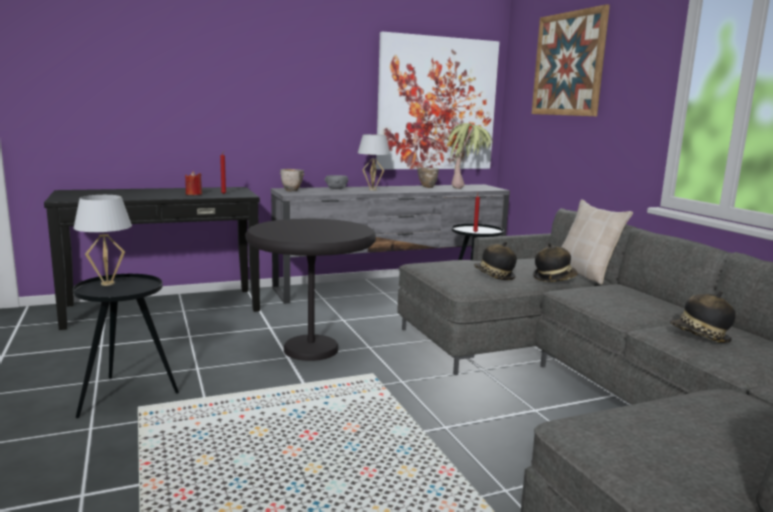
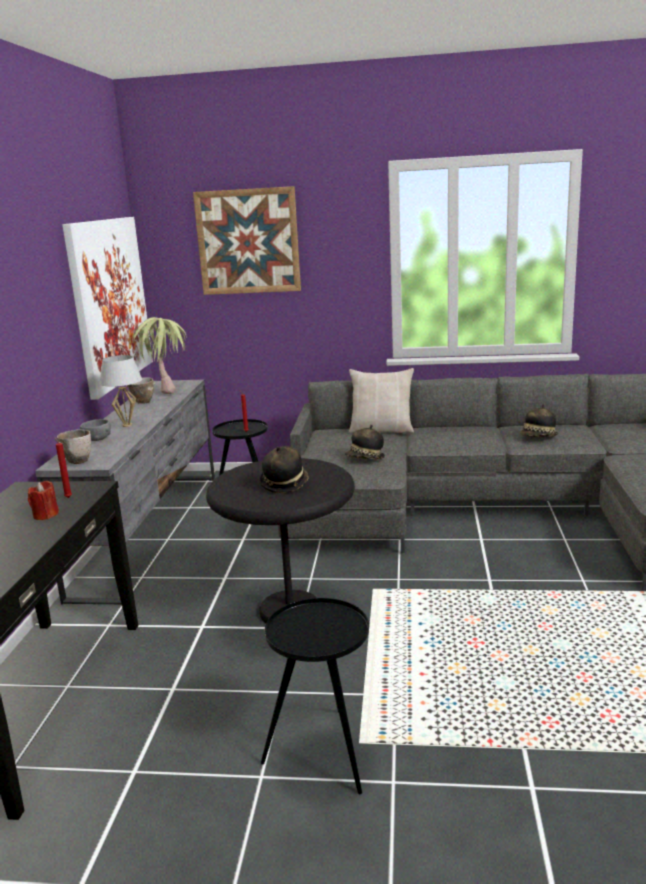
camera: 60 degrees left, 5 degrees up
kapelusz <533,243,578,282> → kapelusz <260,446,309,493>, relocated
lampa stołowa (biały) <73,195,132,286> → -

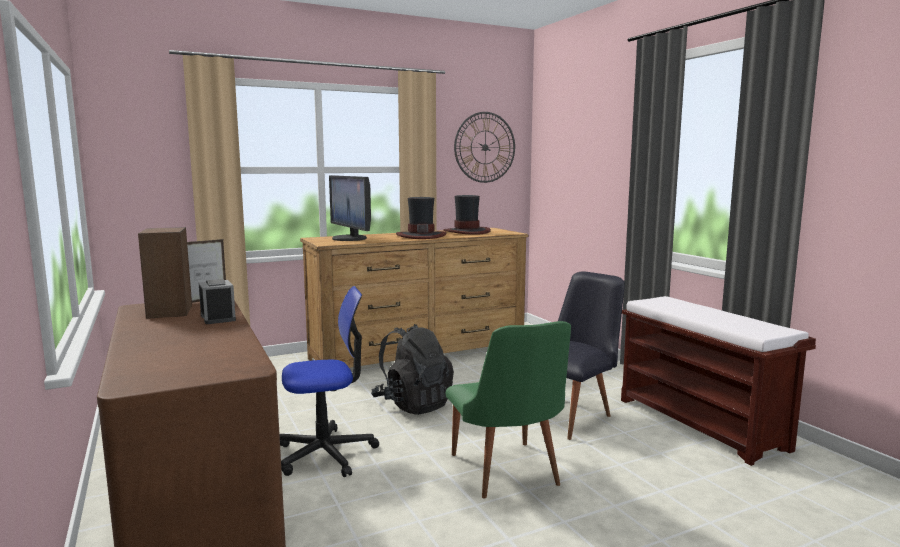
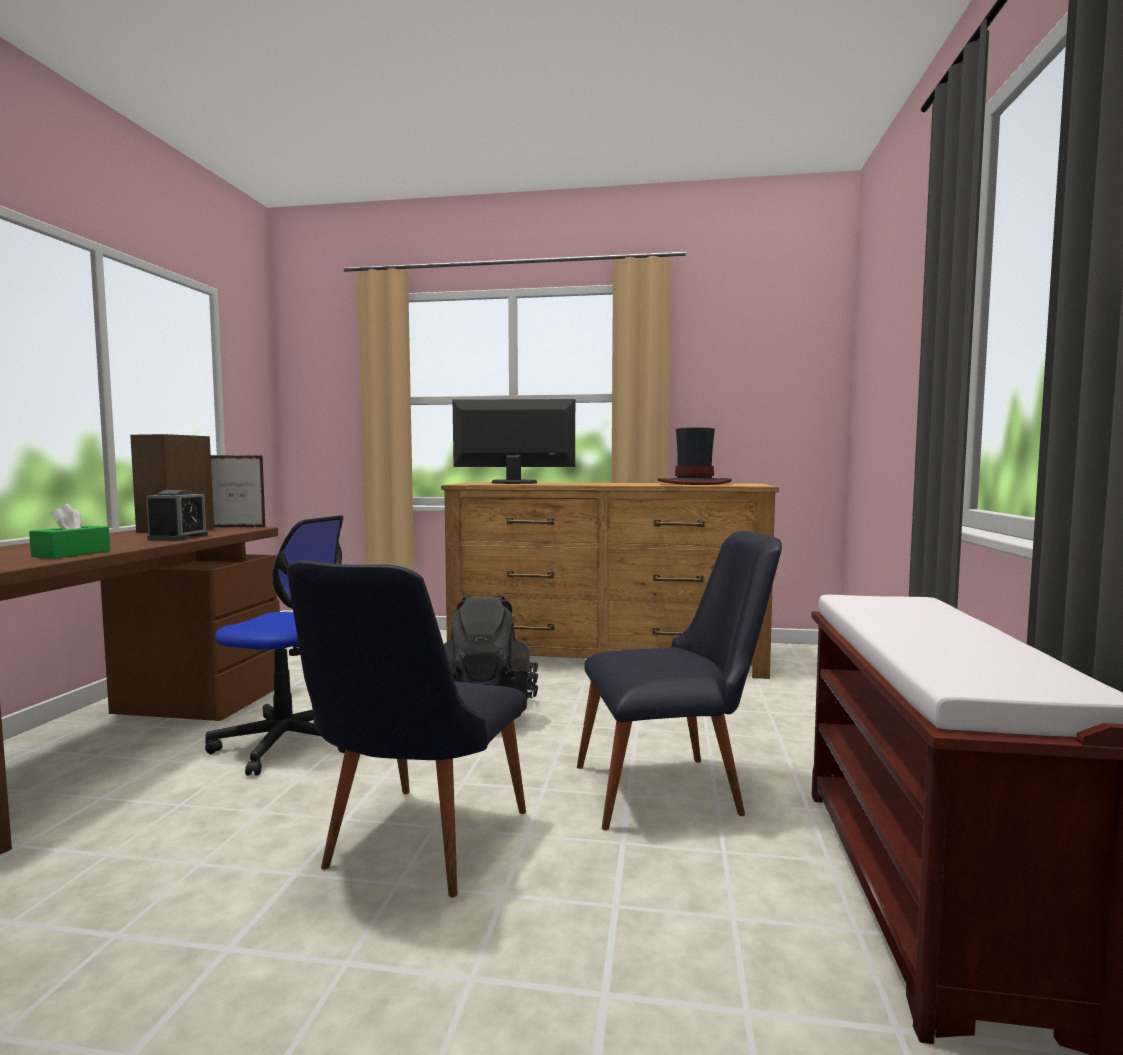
camera: 35 degrees right, 5 degrees down
- → pudełko chusteczek (zielony) <29,504,110,558>
krzesło (zielony) <446,321,571,499> → krzesło (czarny) <287,560,527,898>
monitor <329,175,371,241> → monitor <453,399,575,484>, 90 degrees clockwise
kapelusz <396,197,446,239> → -
zegar ścienny <454,112,515,183> → -

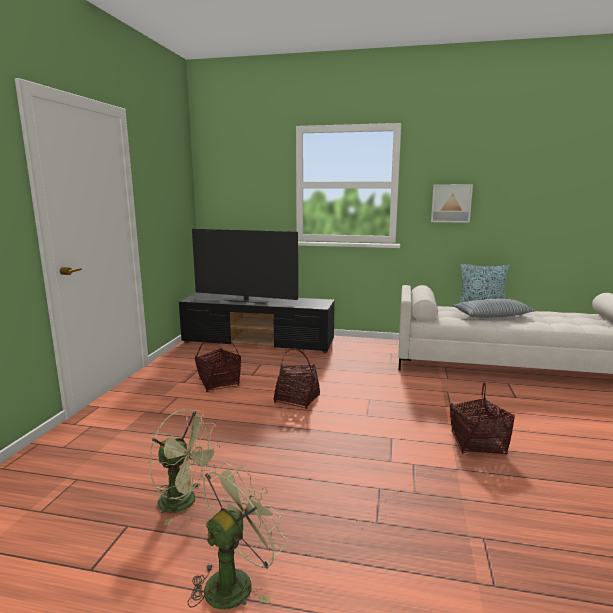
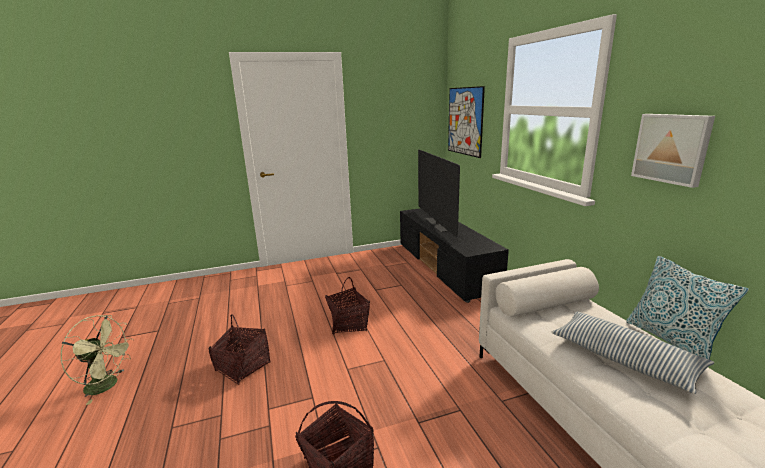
camera: 60 degrees right, 5 degrees up
koszyk <195,337,241,392> → koszyk <208,314,270,385>, relocated
- → obraz <448,86,485,158>
wentylator (zielony) <149,409,220,525> → -

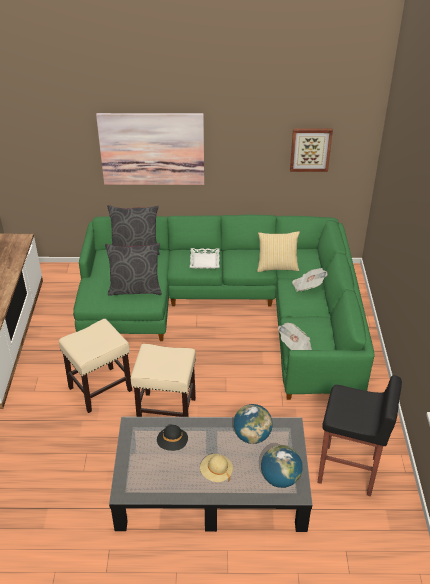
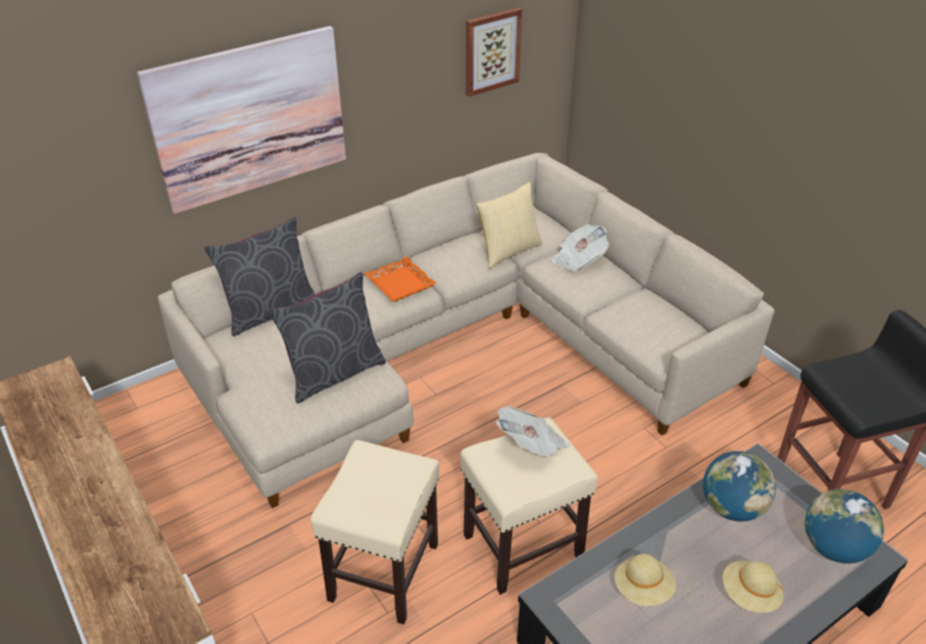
camera: 35 degrees left, 0 degrees up
kanapa (zielony) <73,215,374,400> → kanapa (beżowy) <158,153,775,508>
taca (biały) <190,248,220,269> → taca (pomarańczowy) <364,257,436,302>
gazeta <278,323,312,350> → gazeta <496,406,570,458>, relocated
kapelusz (czarny) <157,425,188,451> → kapelusz (beżowy) <614,554,676,606>

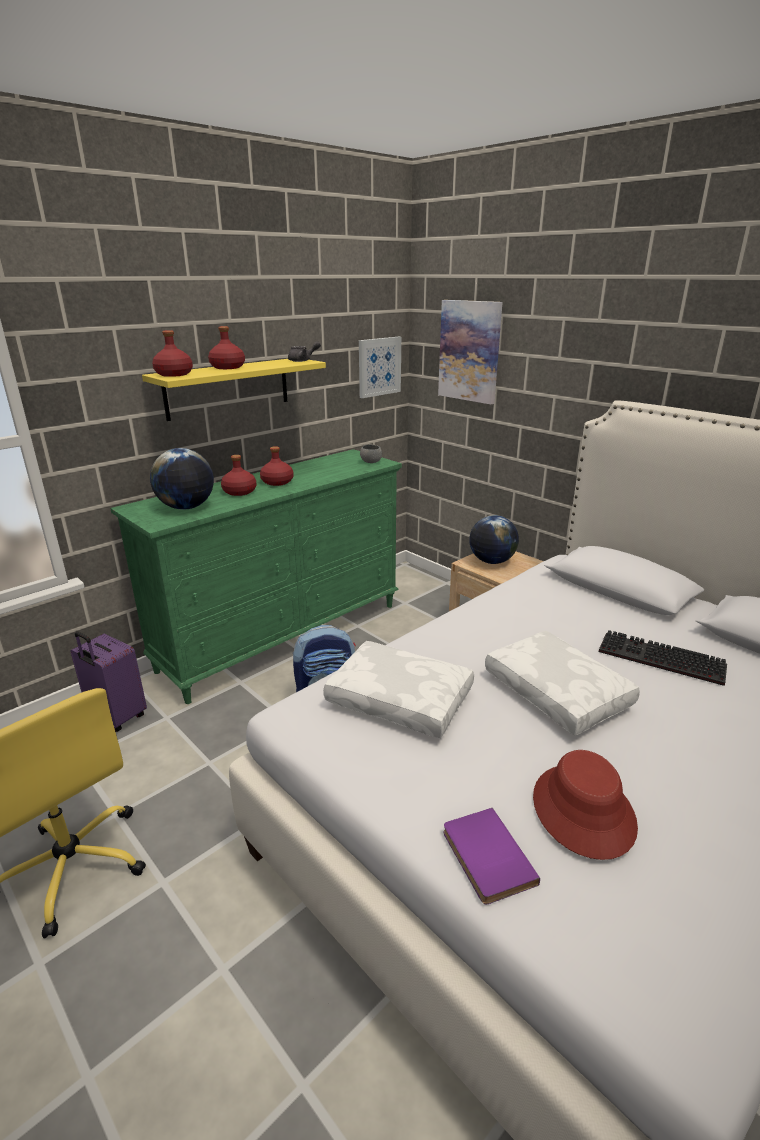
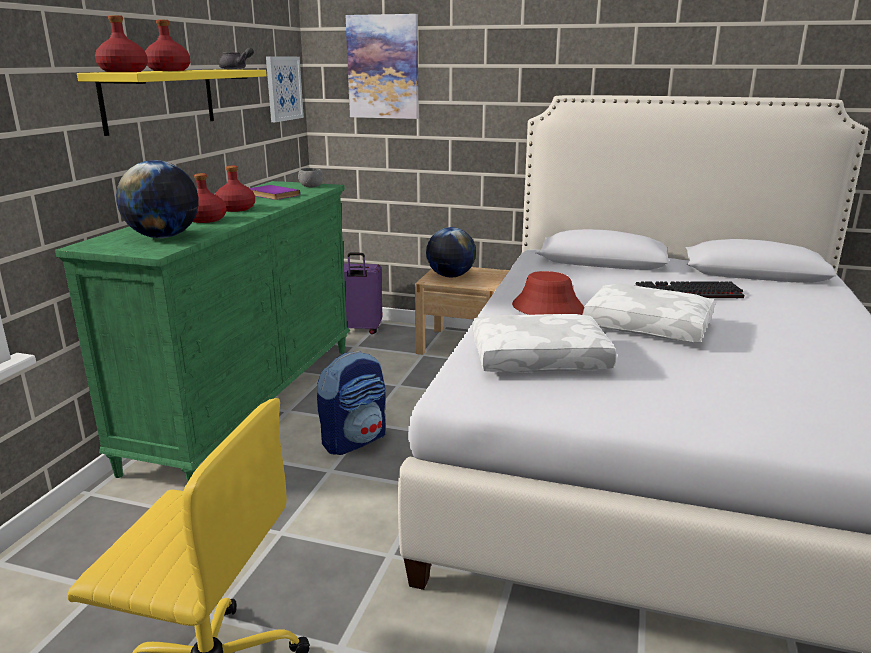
camera: 30 degrees left, 5 degrees down
książka (fioletowy) <443,808,540,905> → książka (fioletowy) <250,185,300,200>, relocated
walizka (fioletowy) <70,632,147,732> → walizka (fioletowy) <344,252,383,334>, relocated
kapelusz (czerwony) <533,750,638,860> → kapelusz (czerwony) <512,271,584,315>, relocated

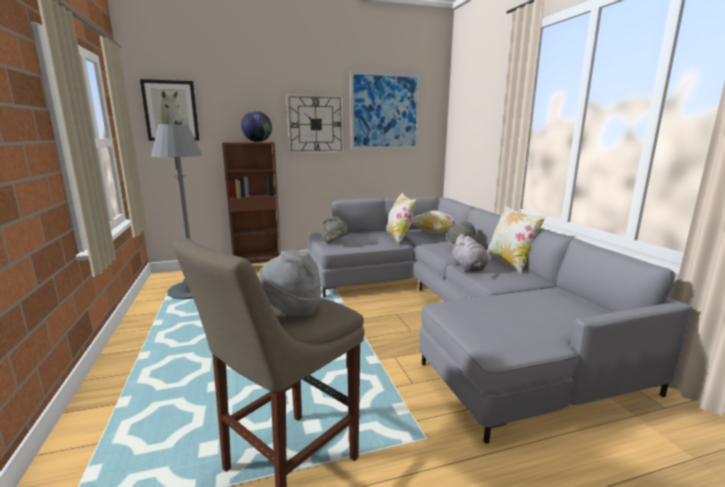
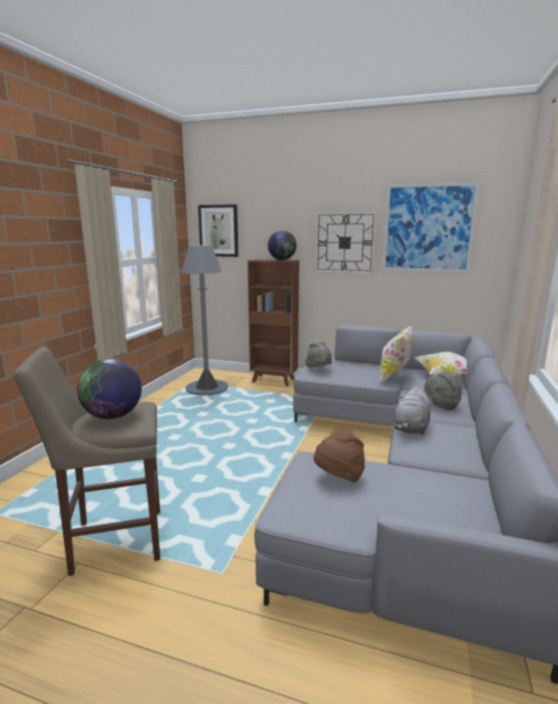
camera: 35 degrees right, 0 degrees up
kapelusz (szary) <258,250,321,316> → globus <77,359,142,419>
- → kapelusz (brązowy) <314,429,365,482>
poduszka <487,206,546,273> → -

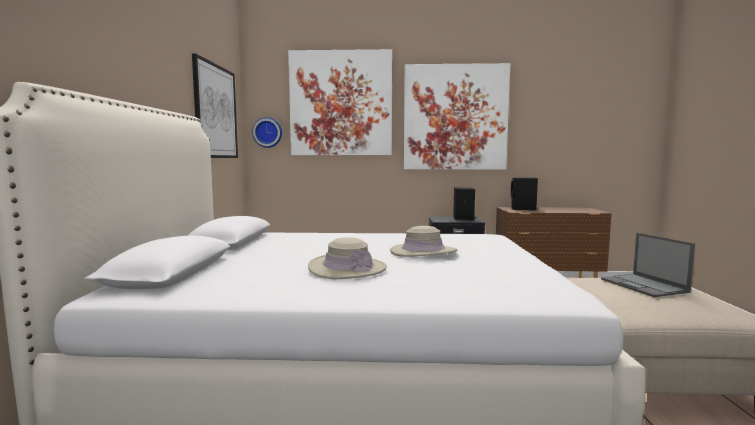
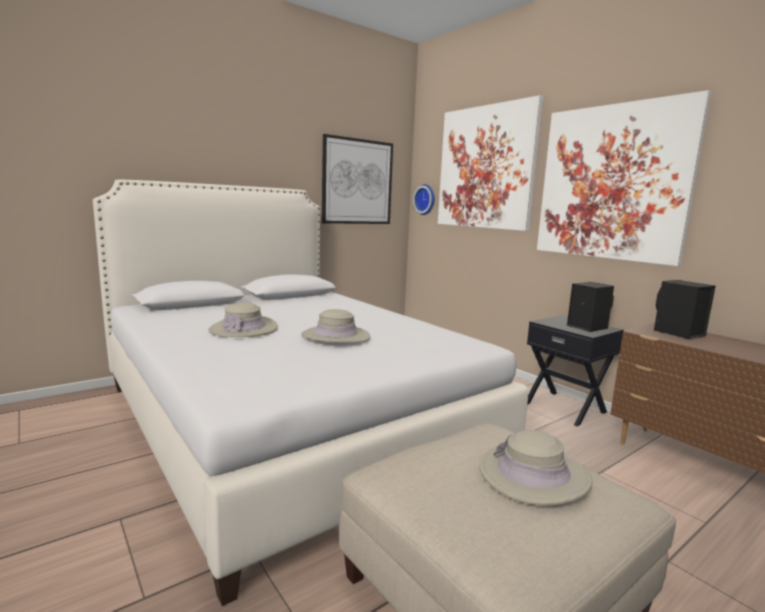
camera: 50 degrees right, 5 degrees up
laptop <601,233,695,297> → kapelusz (beżowy) <479,430,593,505>

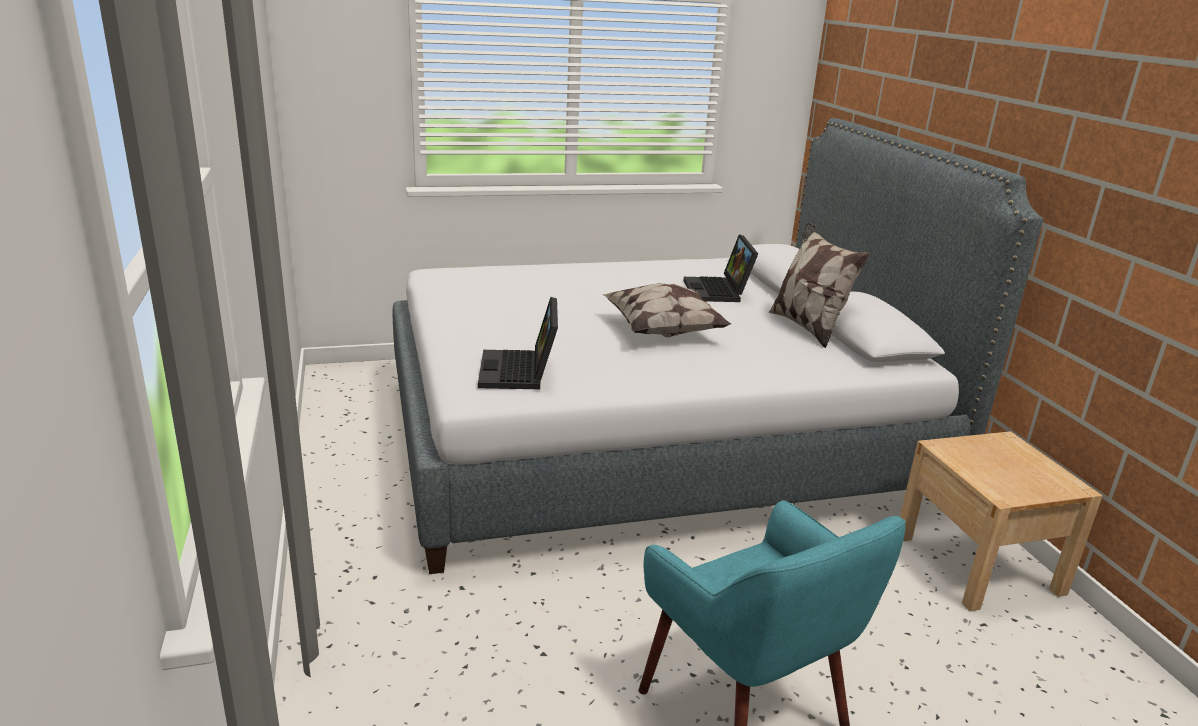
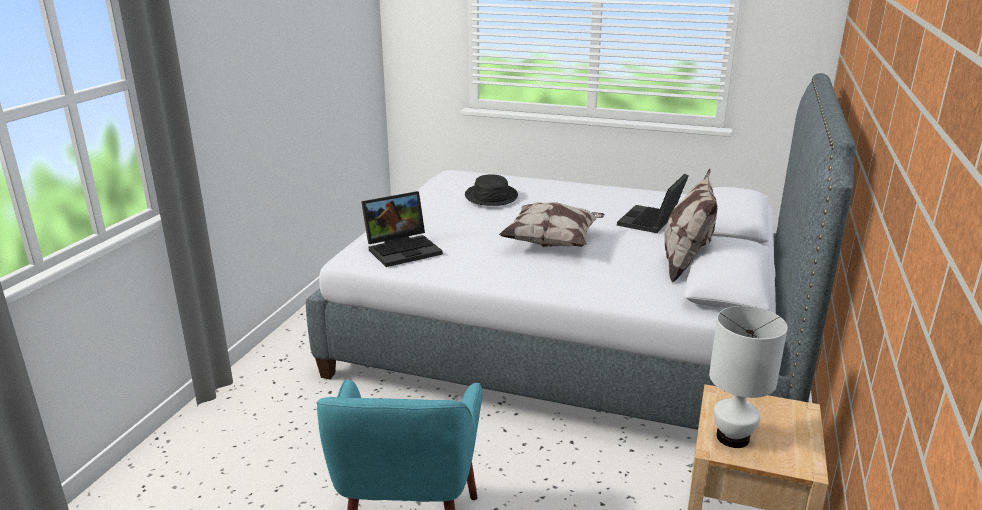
camera: 35 degrees right, 0 degrees up
laptop <478,297,558,389> → laptop <361,191,443,267>, 150 degrees counterclockwise
- → kapelusz (czarny) <465,174,518,206>
- → lampa stołowa (biały) <709,306,788,448>

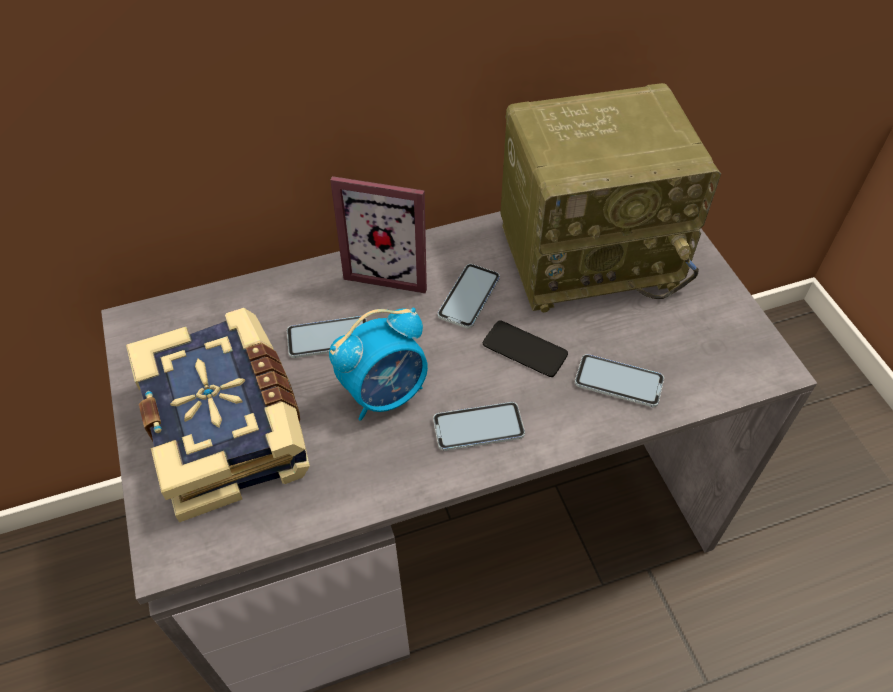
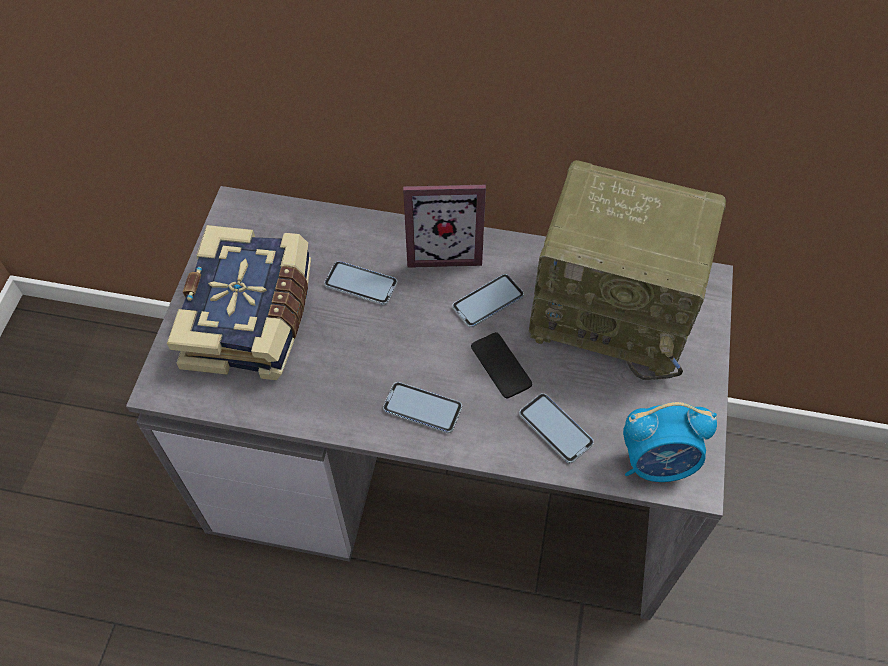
camera: 30 degrees right, 5 degrees up
ramka na zdjęcie <330,176,427,294> → ramka na zdjęcie <403,185,486,268>, 45 degrees counterclockwise
budzik <329,308,428,421> → budzik <623,402,717,482>, relocated

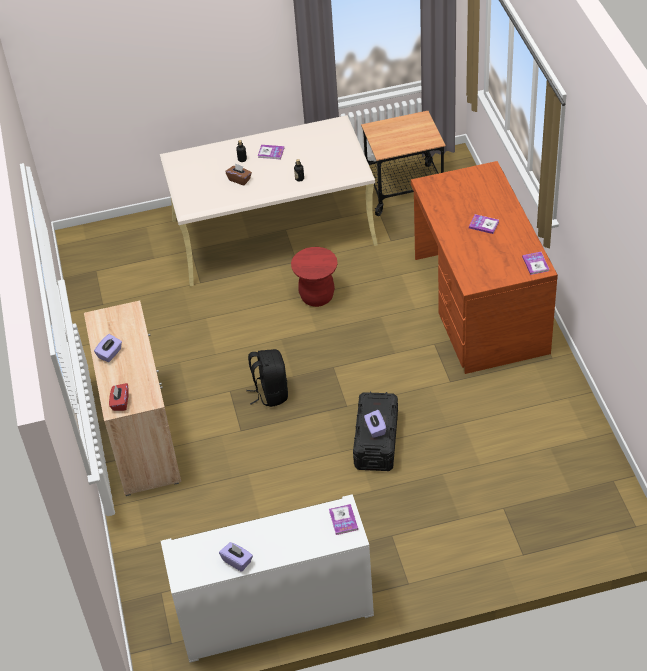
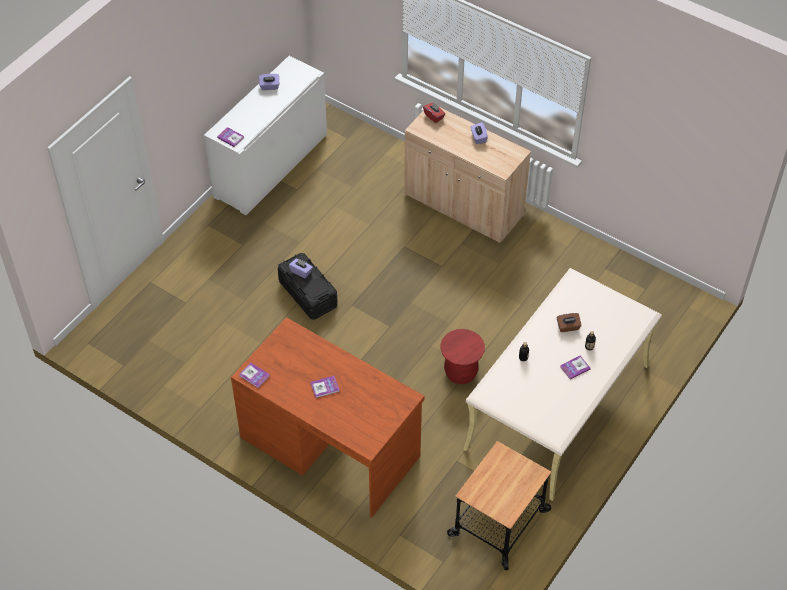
camera: 135 degrees right, 5 degrees up
plecak (czarny) <246,349,288,407> → -

